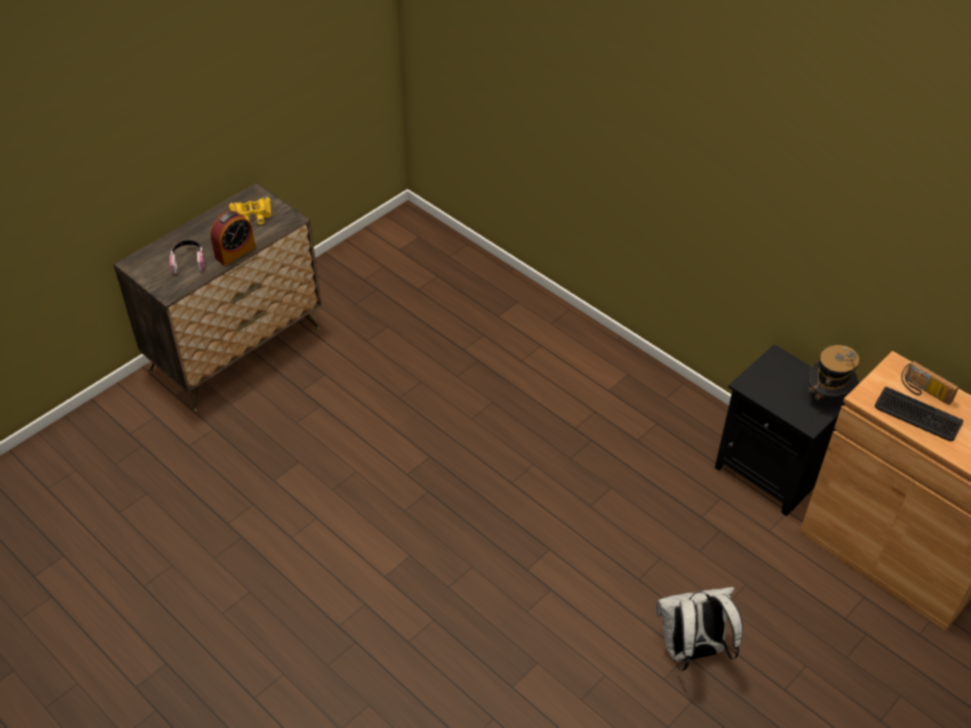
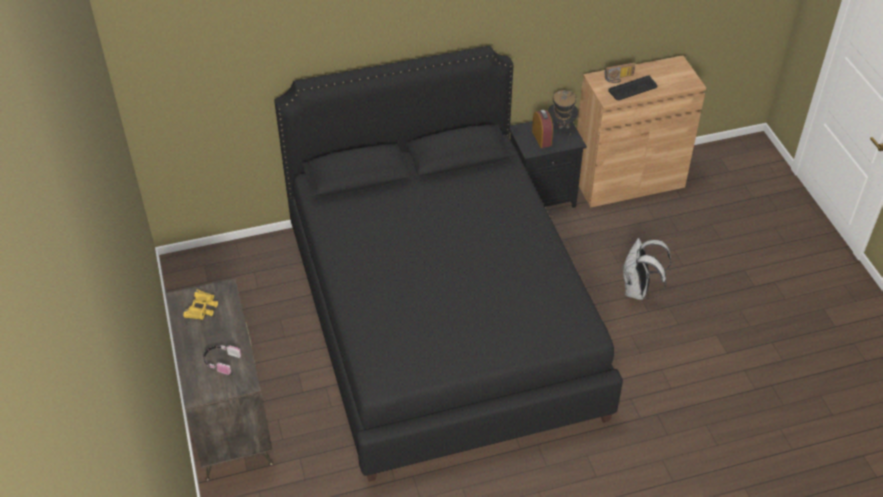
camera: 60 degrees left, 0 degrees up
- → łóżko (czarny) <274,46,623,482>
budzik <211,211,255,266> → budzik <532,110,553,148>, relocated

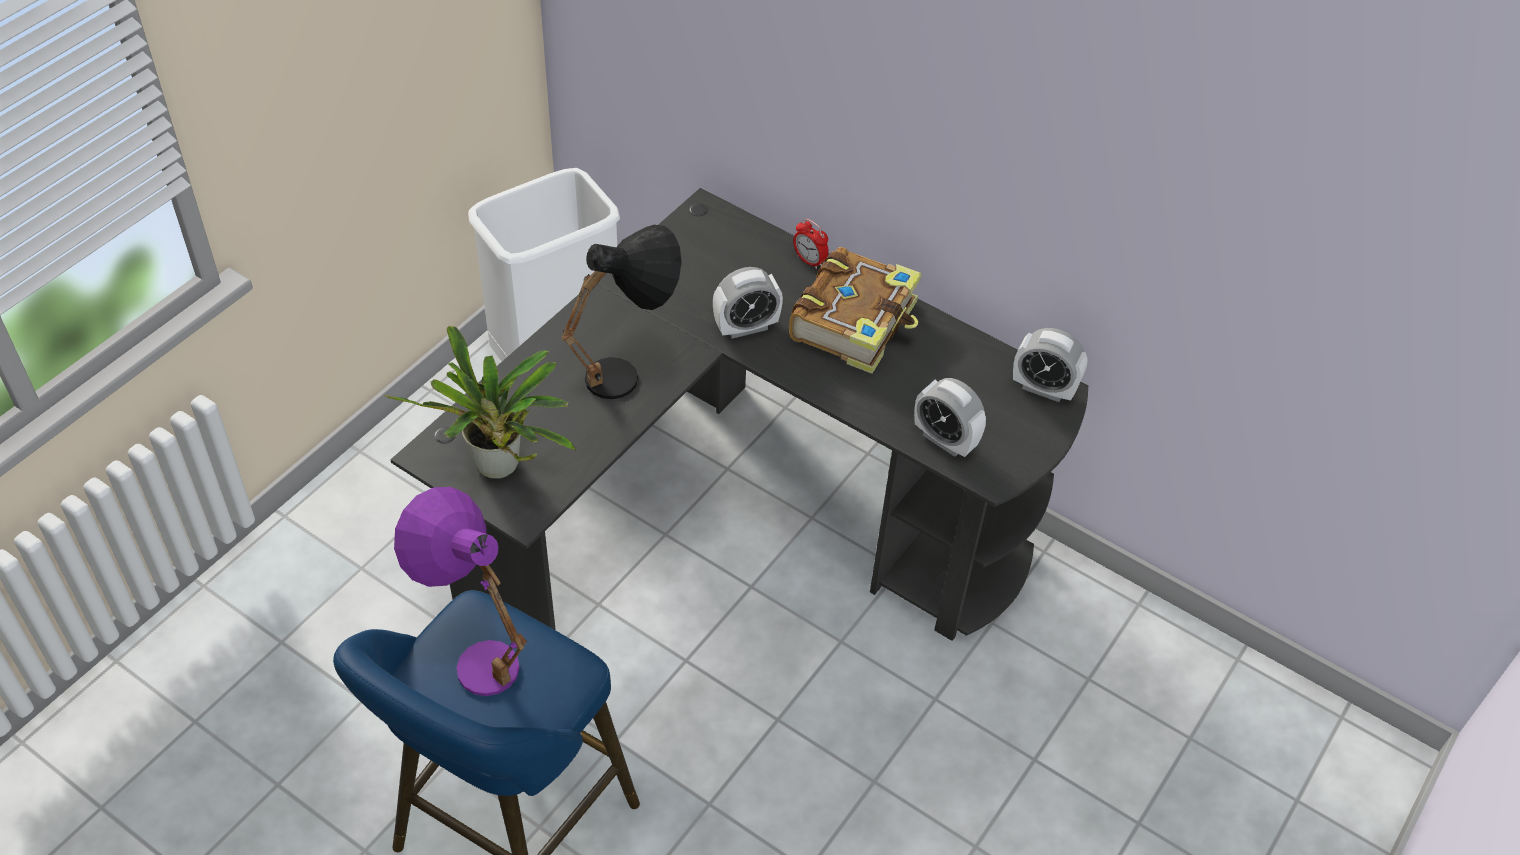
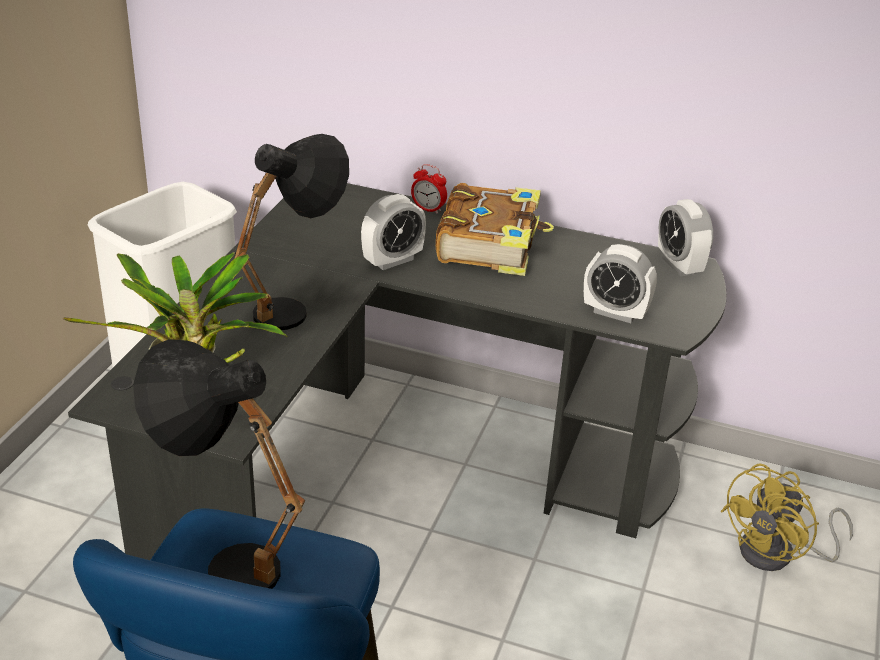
camera: 15 degrees left, 15 degrees down
lampa stołowa (fioletowy) <394,487,527,696> → lampa stołowa (czarny) <133,339,305,589>
budzik <1013,328,1088,402> → budzik <658,199,713,277>, 60 degrees clockwise
- → wentylator (żółty) <720,463,853,571>

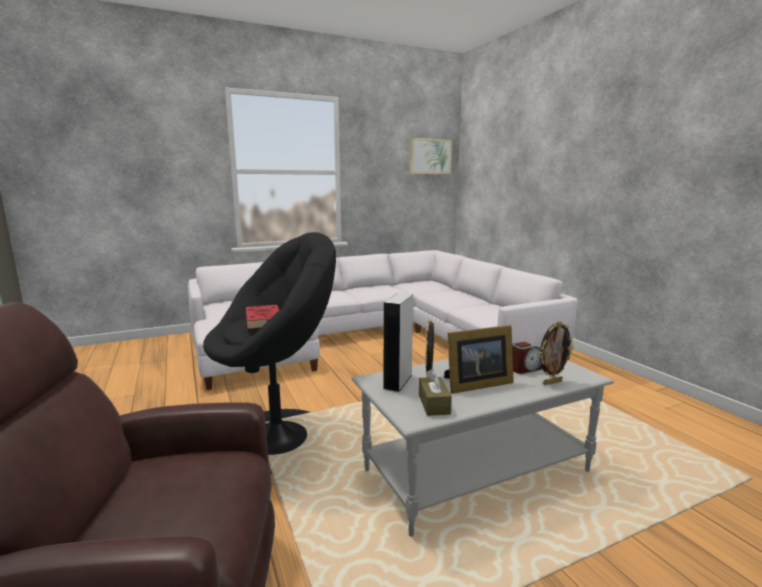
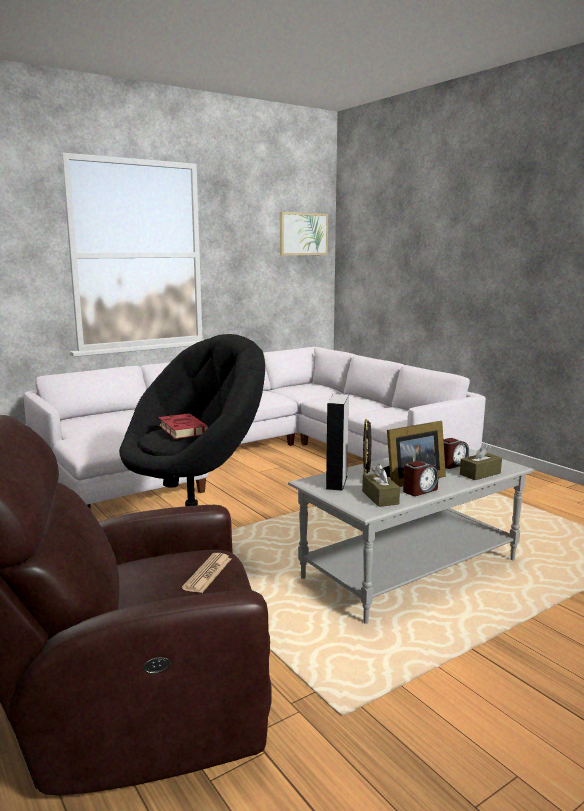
camera: 10 degrees left, 0 degrees up
- → gazeta <182,553,231,593>
- → budzik <403,461,439,496>
ramka na zdjęcie <539,321,573,385> → pudełko chusteczek (brązowy) <460,443,502,480>

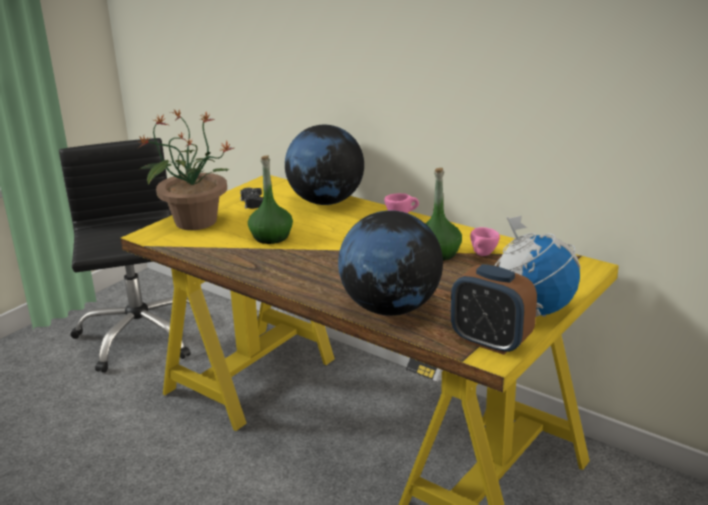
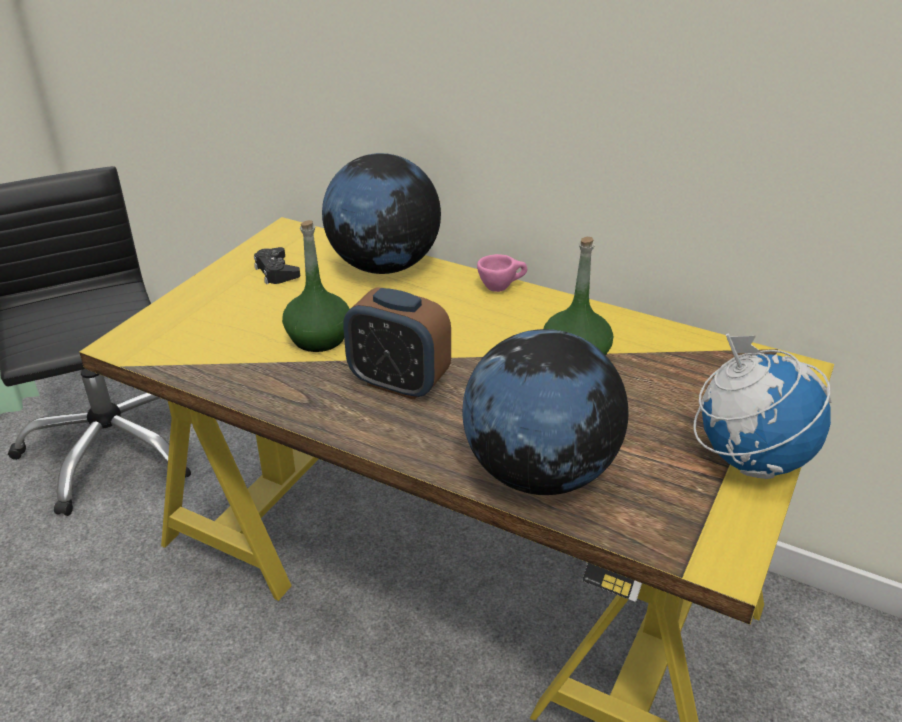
camera: 10 degrees left, 10 degrees up
budzik <451,264,537,355> → budzik <343,287,451,400>, relocated
roślina doniczkowa <137,109,234,230> → -
filiżanka (różowy) <470,227,500,256> → -

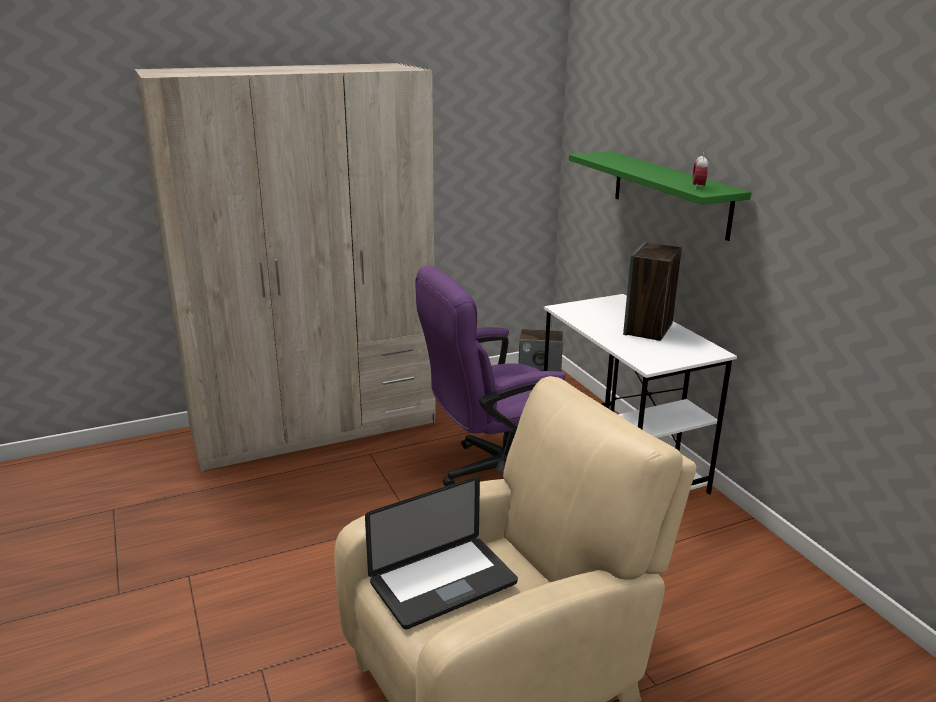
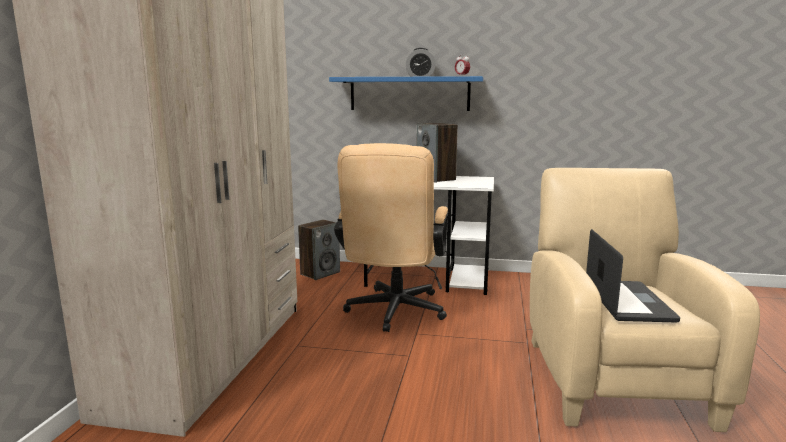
camera: 55 degrees left, 10 degrees down
półka (zielony) <569,151,751,241> → półka (niebieski) <329,76,483,111>
krzesło biurowe (fioletowy) <415,266,566,486> → krzesło biurowe (beżowy) <334,143,448,332>
- → budzik <406,48,436,77>

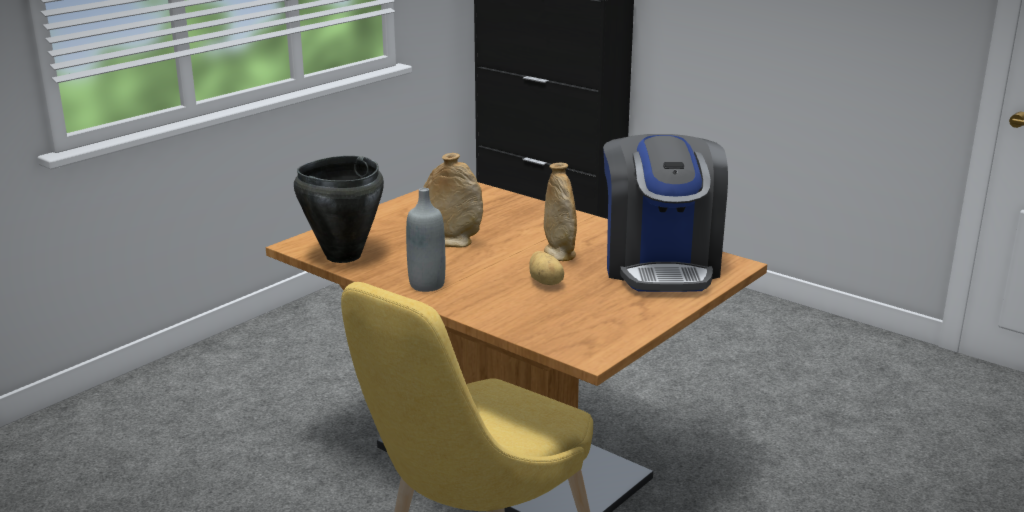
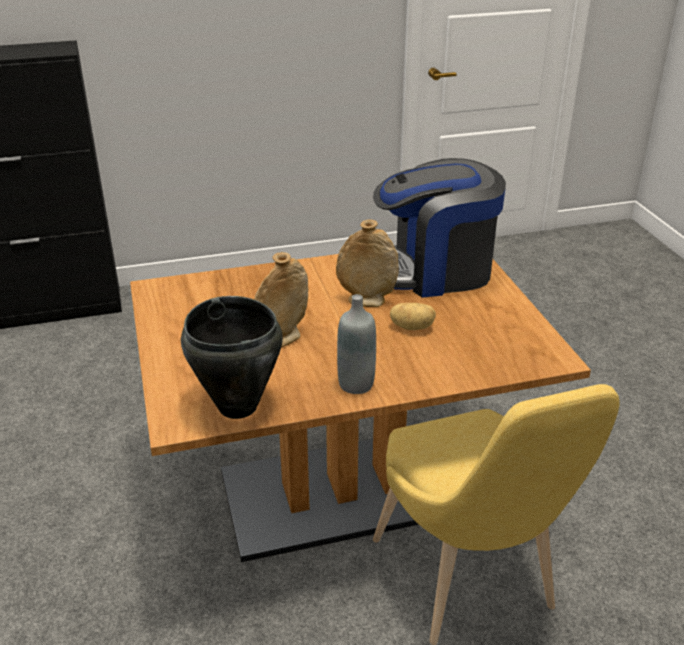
camera: 55 degrees left, 10 degrees up
ekspres do kawy <603,134,728,292> → ekspres do kawy <373,158,506,298>, 135 degrees clockwise

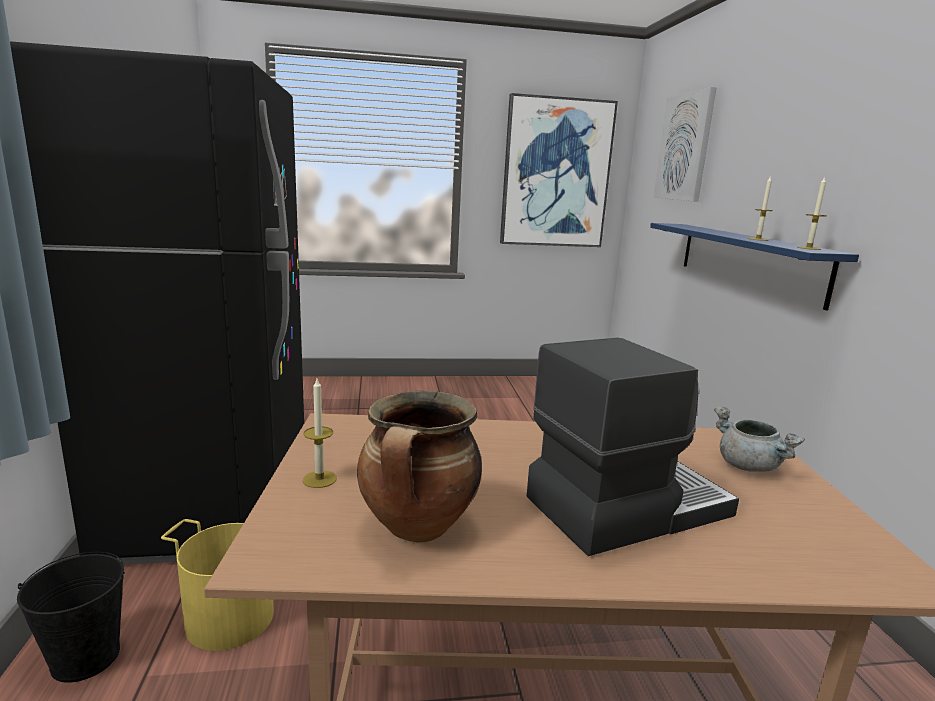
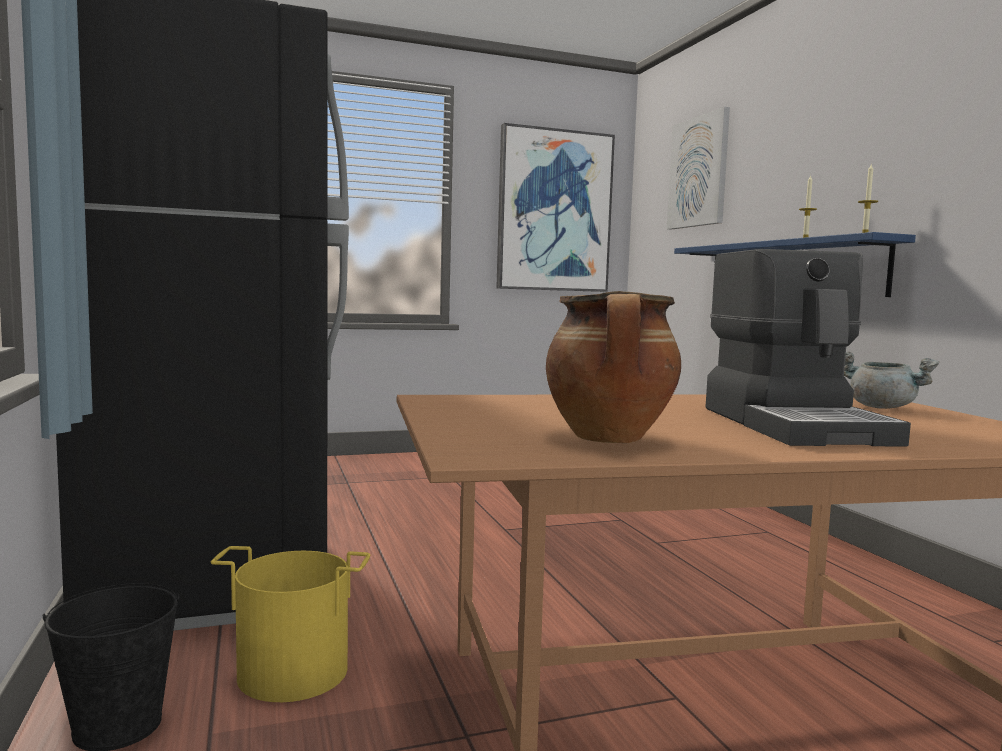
camera: 10 degrees left, 10 degrees down
ekspres do kawy <526,337,739,556> → ekspres do kawy <706,249,911,447>, 120 degrees clockwise
świeca <302,379,337,488> → -

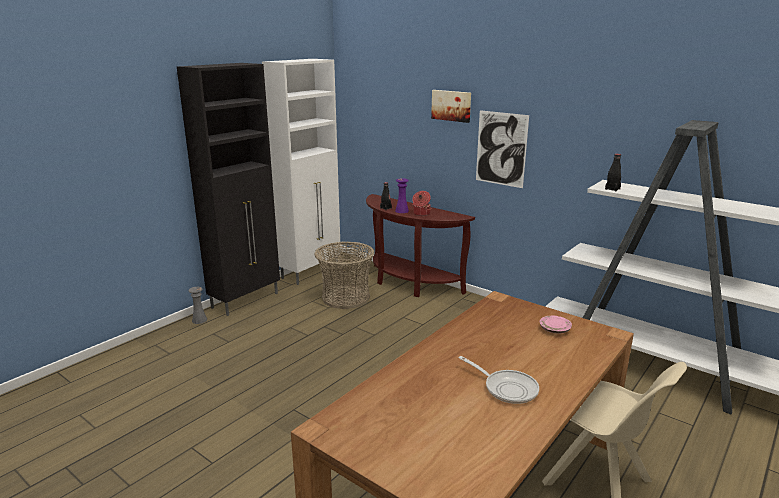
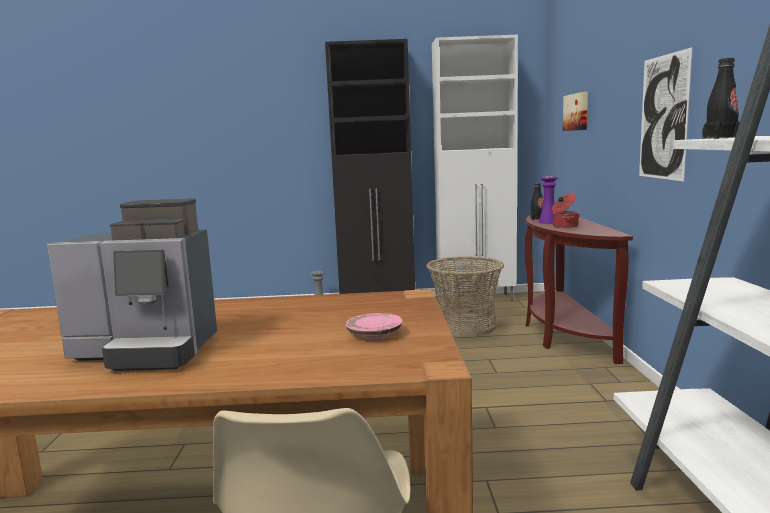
camera: 50 degrees right, 10 degrees down
patelnia <459,356,539,404> → ekspres do kawy <47,198,217,371>
obraz <431,90,471,123> → obraz <563,92,588,131>, relocated

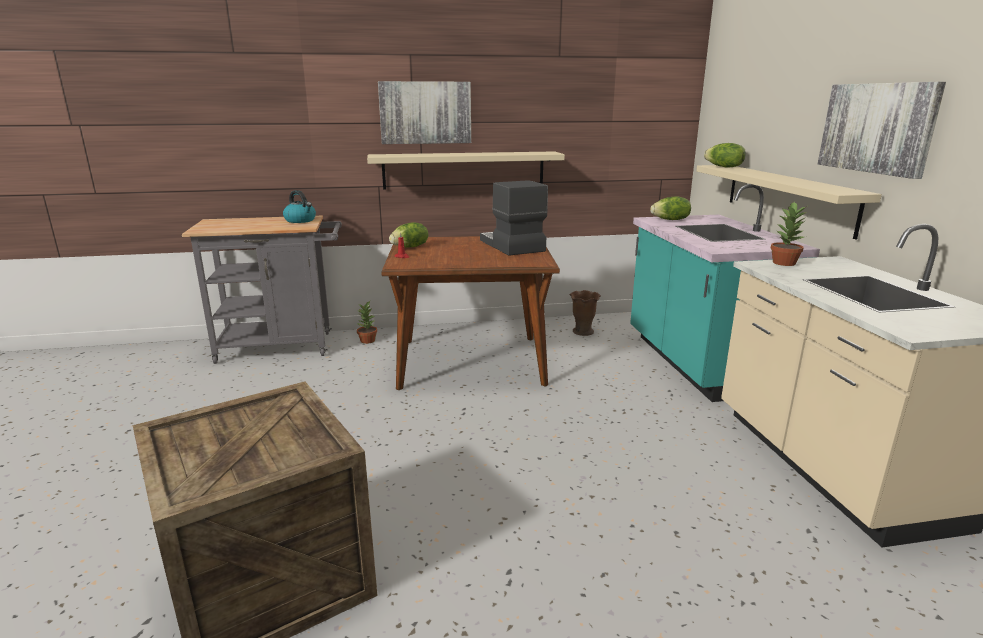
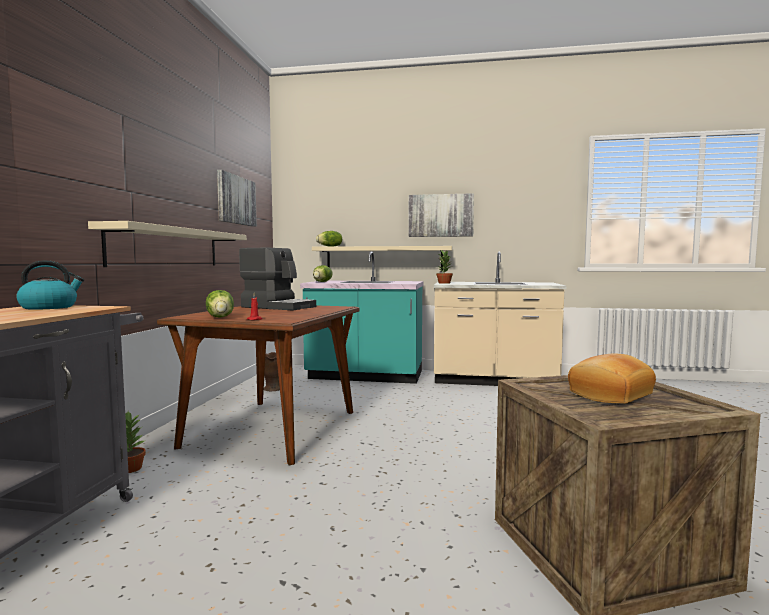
camera: 70 degrees left, 15 degrees down
obraz <378,81,471,144> → obraz <217,170,257,227>, relocated
ekspres do kawy <480,180,548,256> → ekspres do kawy <239,248,316,310>, 150 degrees counterclockwise
- → chleb <568,353,656,404>

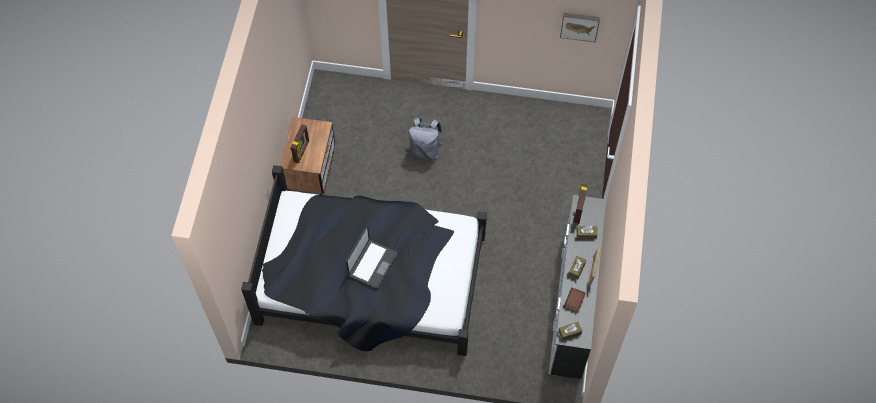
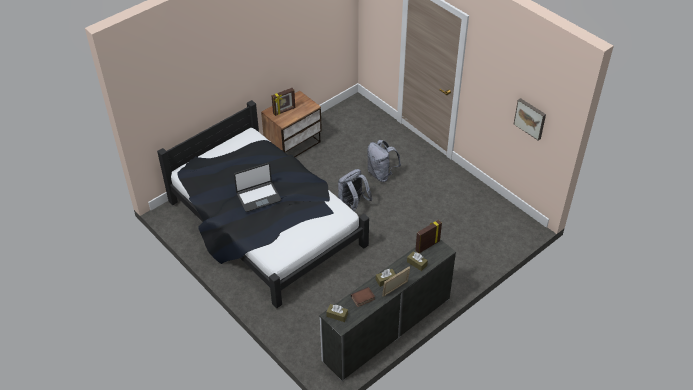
camera: 40 degrees right, 15 degrees down
- → plecak (szary) <338,169,372,212>

